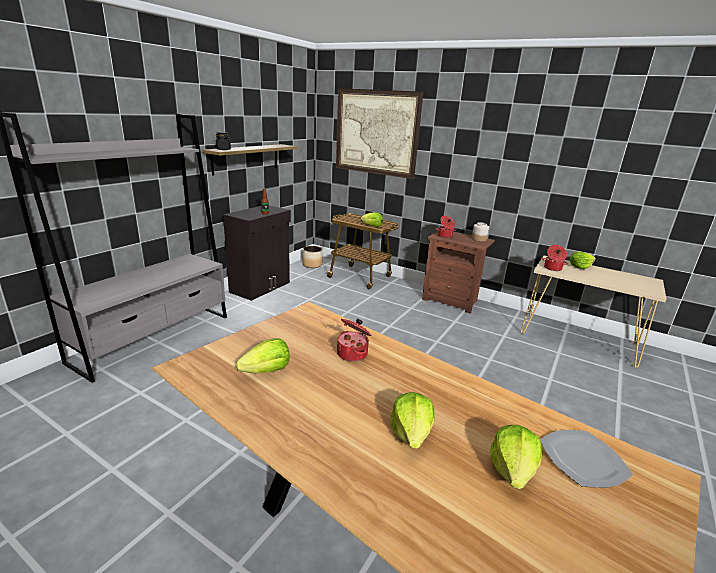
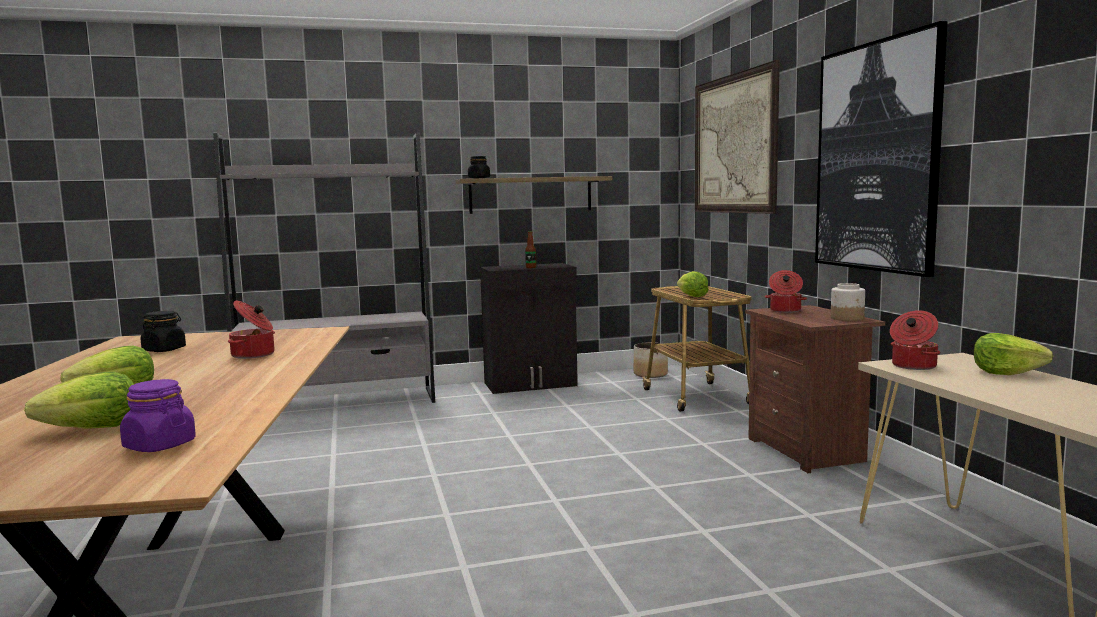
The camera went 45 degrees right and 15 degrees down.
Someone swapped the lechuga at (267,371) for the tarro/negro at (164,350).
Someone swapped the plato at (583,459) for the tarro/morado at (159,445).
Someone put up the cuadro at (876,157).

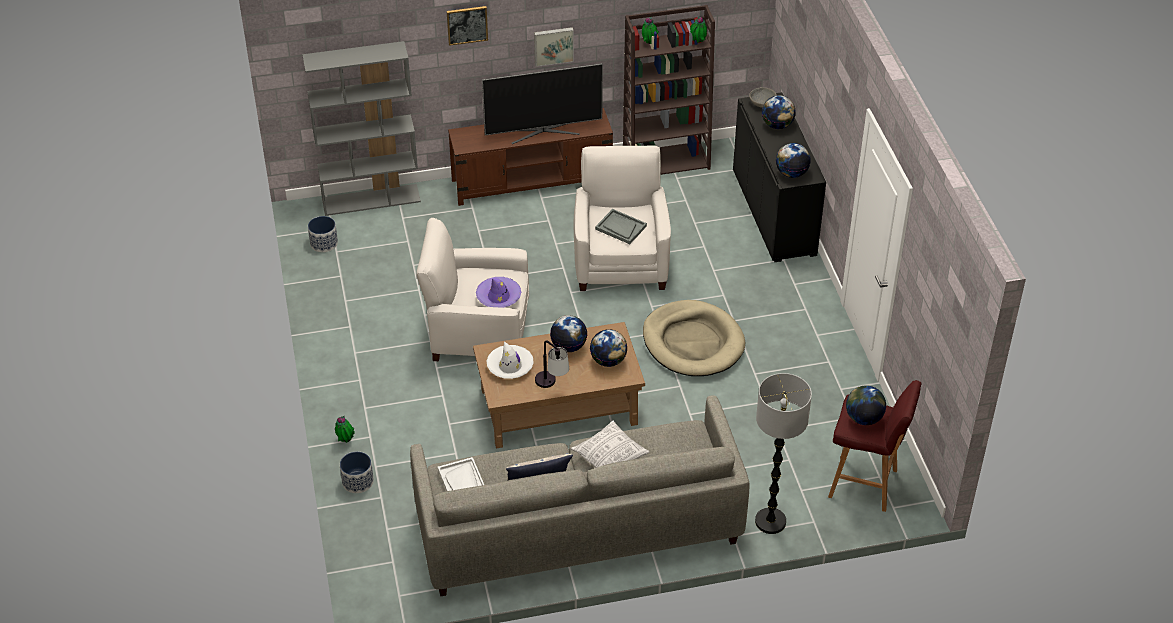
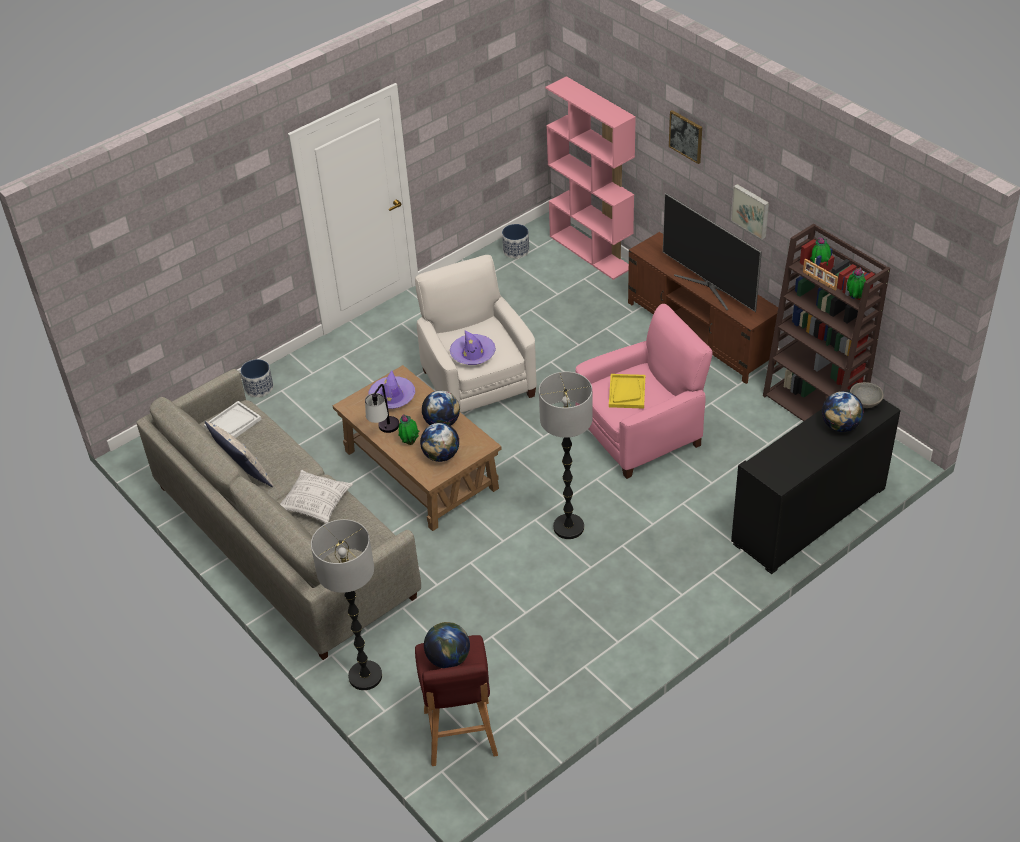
The camera went 65 degrees right and 0 degrees up.
Someone repainted the estantería/gris at (371,199), which became the estantería/rosa at (591,252).
Someone took away the globo terráqueo at (791,173).
Someone repainted the sillón/blanco at (620,261), which became the sillón/rosa at (641,433).
Someone repainted the bandeja/gris at (620,227), which became the bandeja/amarillo at (627,392).
Someone swapped the cama para perro/beis at (693,342) for the lámpara de pie at (568,527).
Someone repainted the sombrero/blanco at (510,366), which became the sombrero/morado at (392,397).
Someone carried the planta en maceta from (345,440) to (409,442).
Someone put down the portarretratos at (818,281).

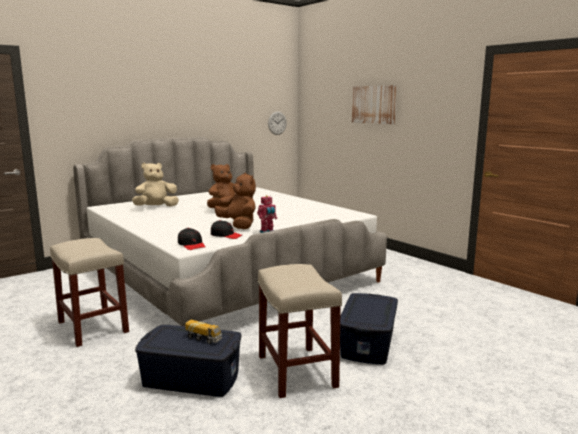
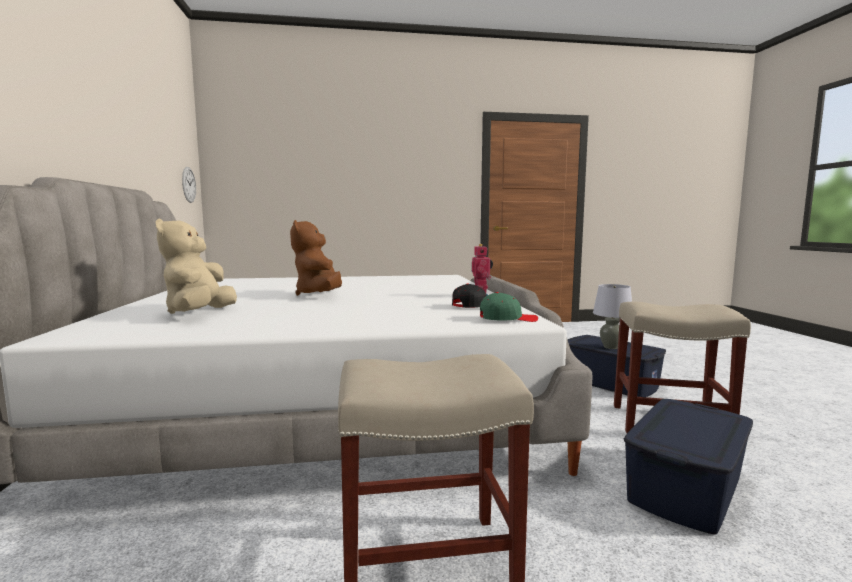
The camera went 60 degrees left and 5 degrees down.
Someone took away the cuadro at (374,104).
Someone took away the peluche/marrón at (238,225).
Someone repainted the gorra/negro at (191,245), which became the gorra/verde at (507,319).
Someone took away the camión de juguete at (204,338).
Someone put down the lámpara de mesa/gris at (610,347).

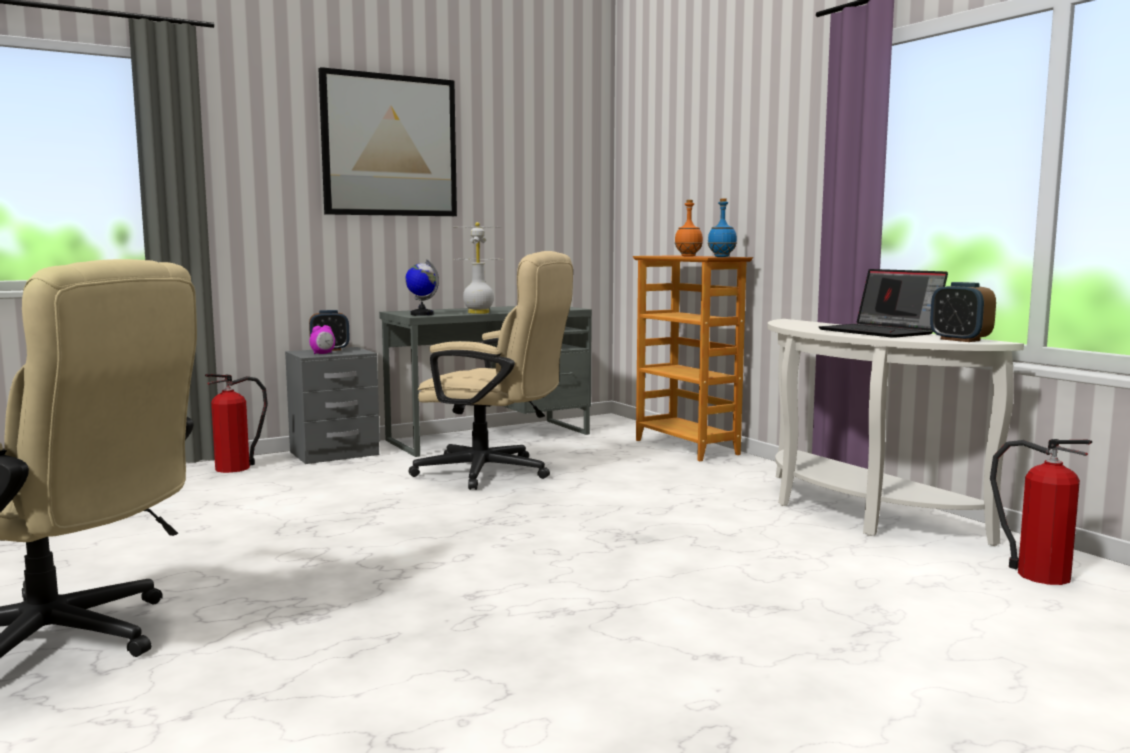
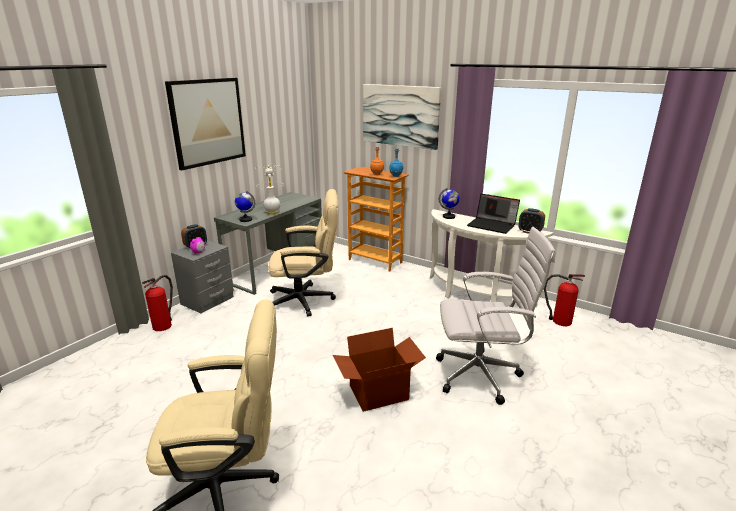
The camera went 25 degrees left and 15 degrees up.
Someone put up the cuadro at (400,115).
Someone put down the globo terráqueo at (449,217).
Someone put down the silla de oficina/blanco at (481,375).
Someone put down the caja de cartón at (379,393).

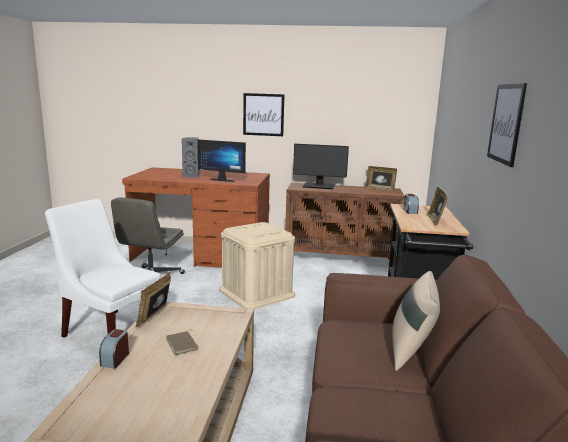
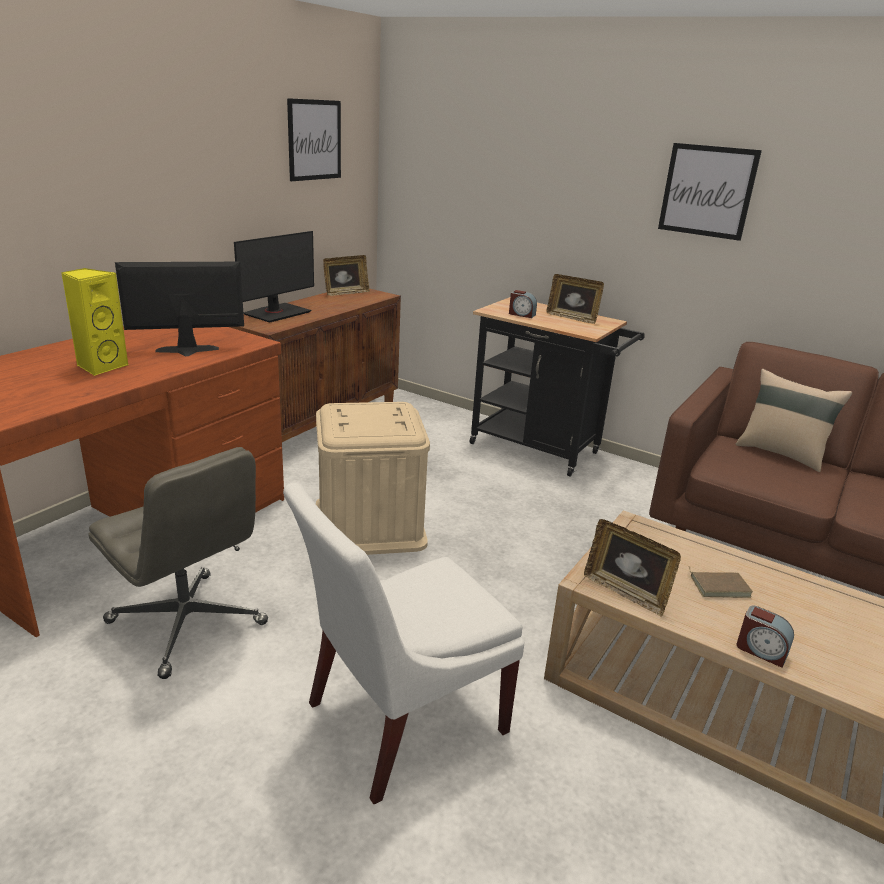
The camera went 65 degrees left and 10 degrees up.
Someone carried the cuadro from (263,114) to (314,140).
Someone repainted the altavoz/gris at (192,176), which became the altavoz/amarillo at (101,366).
Someone rotated the monitor at (223,180) by 150 degrees counterclockwise.

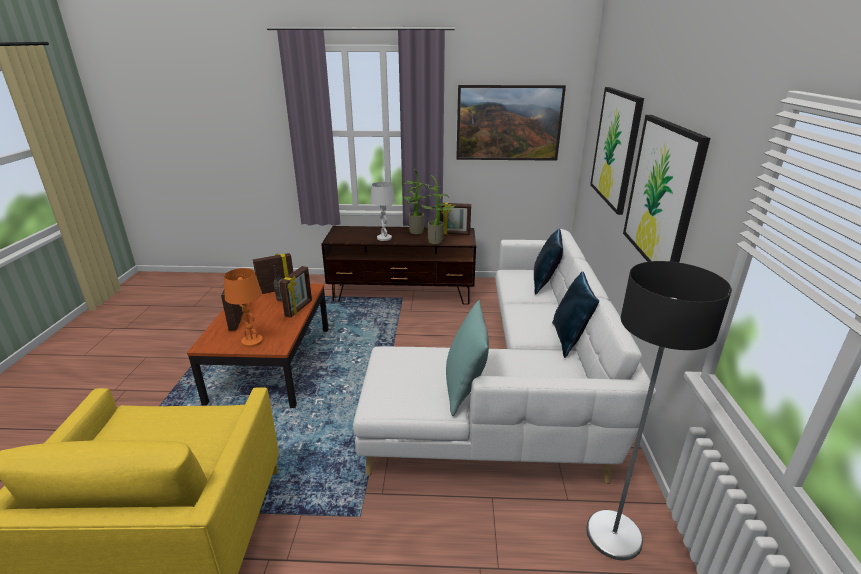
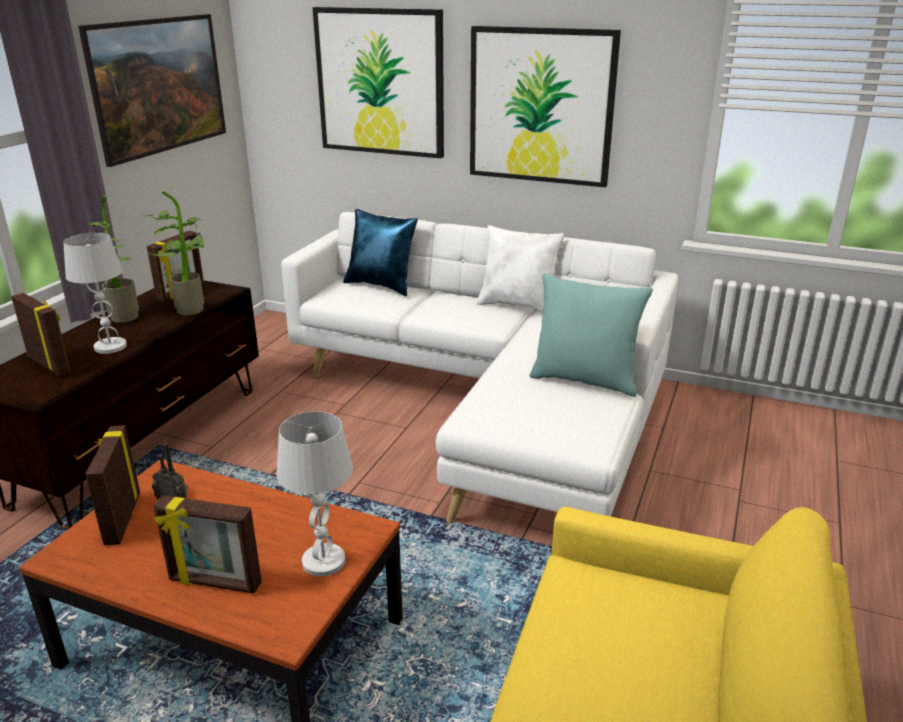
The camera went 70 degrees left and 0 degrees up.
Someone took away the lámpara de pie at (614,535).
Someone carried the portarretratos from (299,308) to (50,364).
Someone repainted the lámpara de mesa/naranja at (252,341), which became the lámpara de mesa/blanco at (323,561).
Someone repainted the cojín/azul at (570,340), which became the cojín/blanco at (519,305).

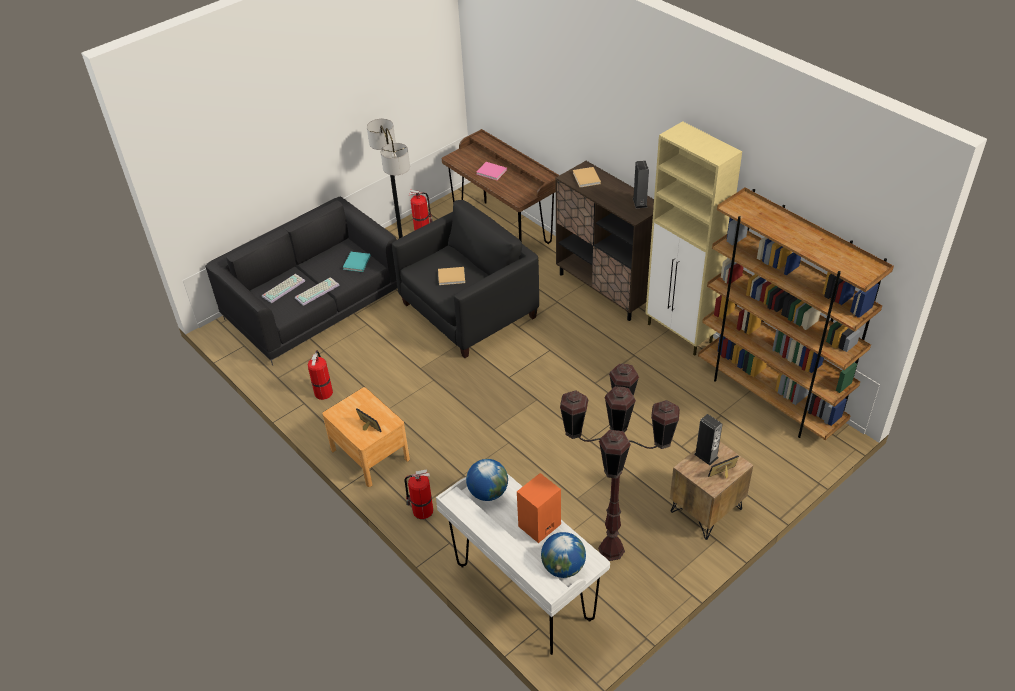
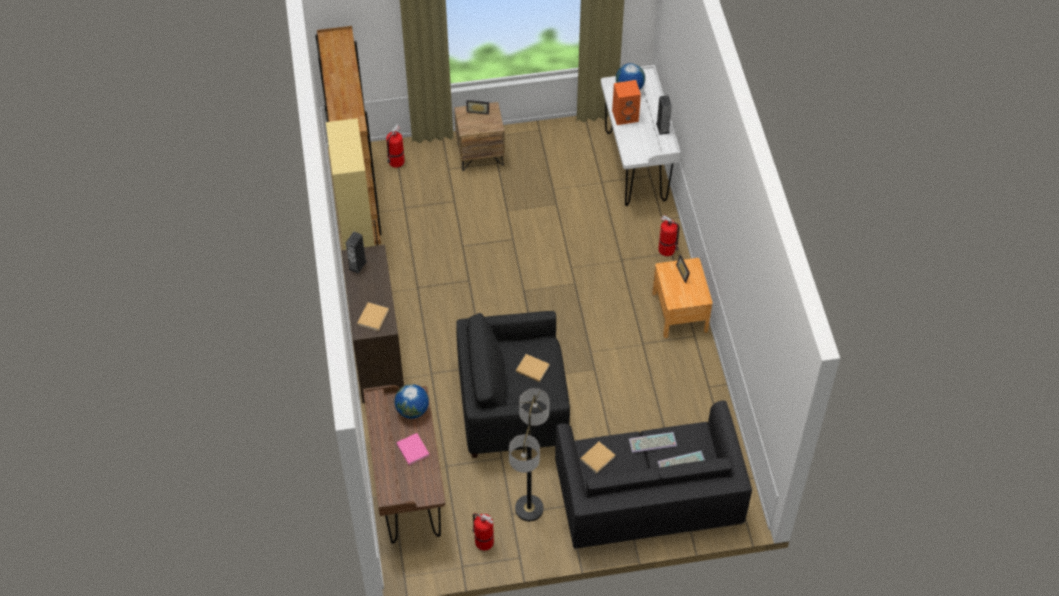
The camera went 150 degrees left and 10 degrees up.
Someone repainted the libro/turquesa at (356,263), which became the libro/beis at (598,457).
Someone carried the extintor from (323,392) to (396,162).
Someone took away the lámpara de pie/marrón at (612,550).
Someone carried the altavoz from (706,456) to (662,128).
Someone carried the globo terráqueo from (488,492) to (412,410).

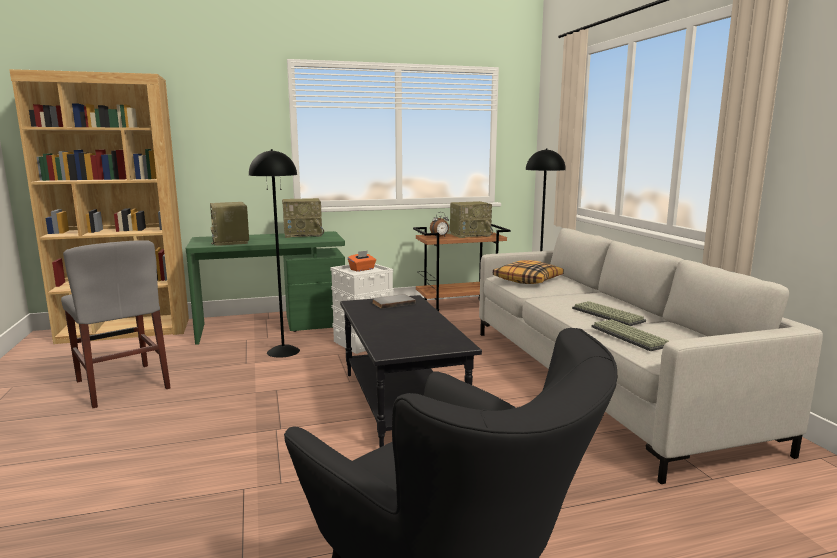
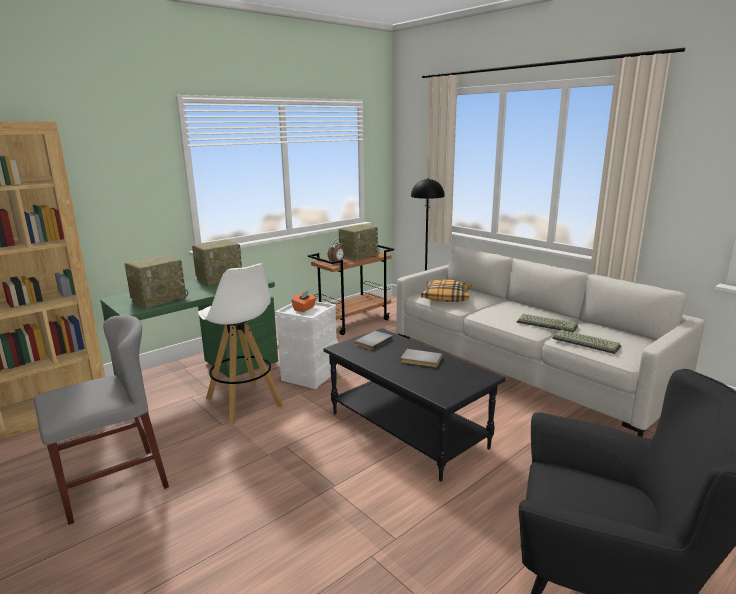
The camera went 25 degrees left and 5 degrees up.
Someone swapped the lámpara de pie/negro at (283,351) for the taburete/blanco at (244,402).
Someone rotated the radio at (231,241) by 90 degrees counterclockwise.
Someone rotated the silla/gris at (122,384) by 60 degrees counterclockwise.
Someone put down the libro/gris at (421,360).

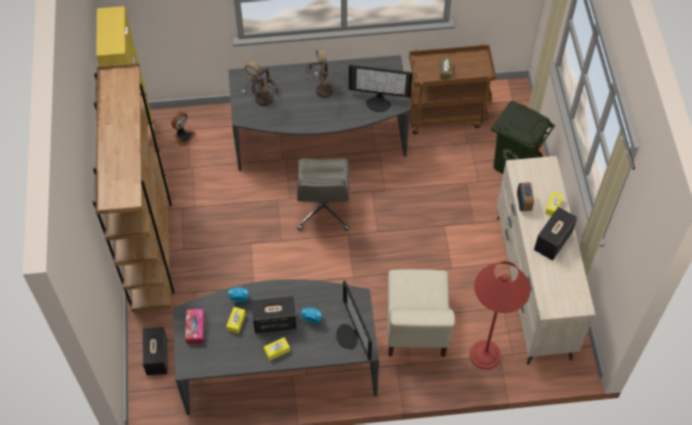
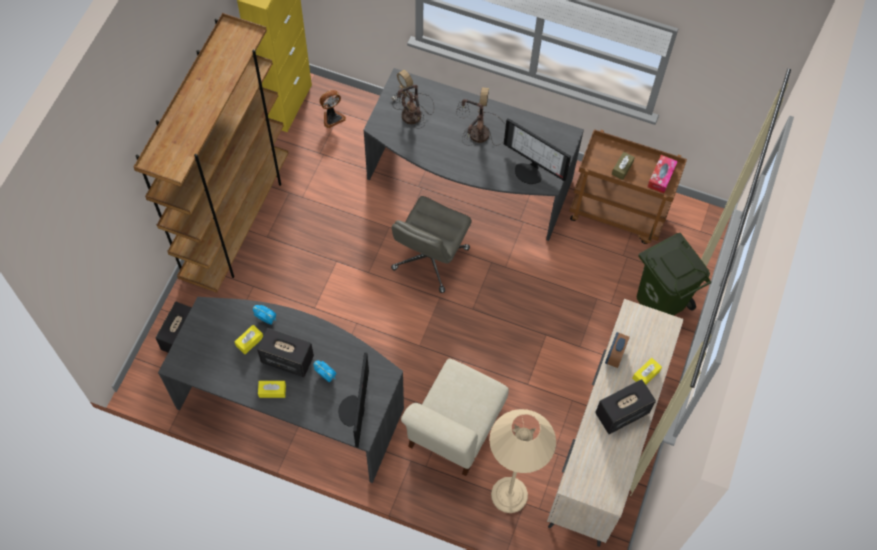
The camera went 25 degrees right and 5 degrees up.
Someone repainted the lámpara de pie/rojo at (485,355), which became the lámpara de pie/beis at (509,495).
Someone carried the caja de pañuelos from (195,328) to (661,177).

